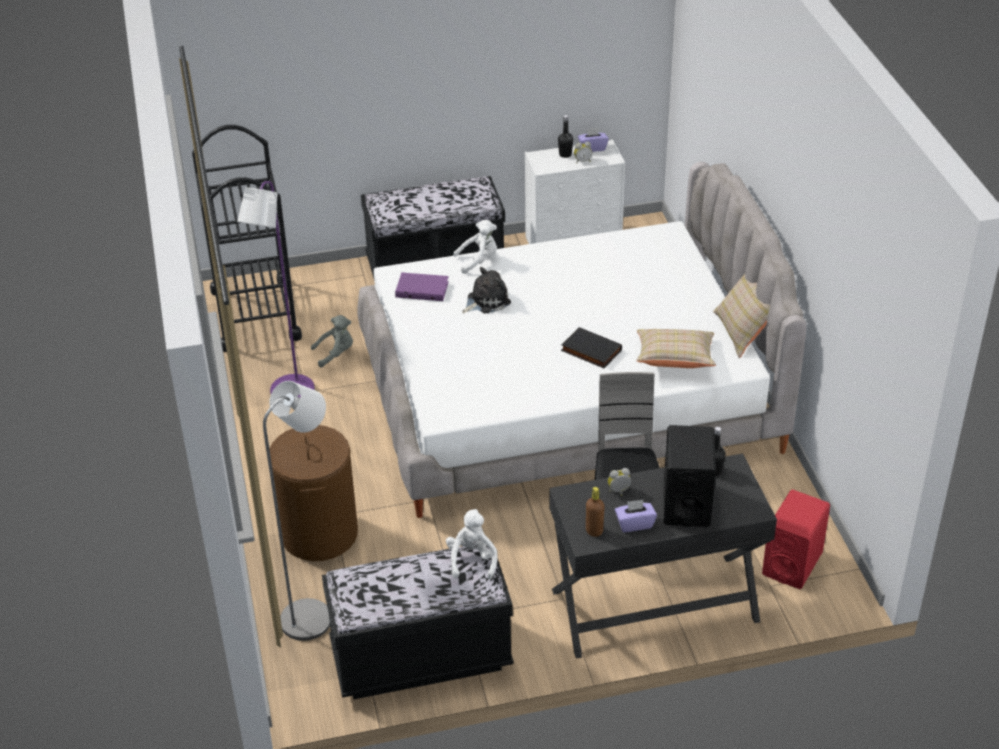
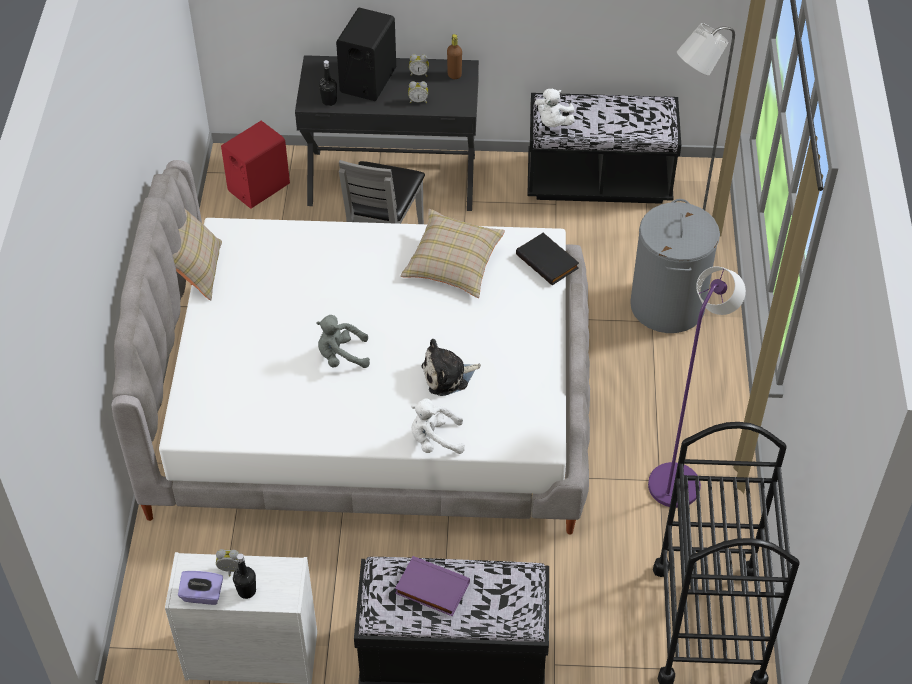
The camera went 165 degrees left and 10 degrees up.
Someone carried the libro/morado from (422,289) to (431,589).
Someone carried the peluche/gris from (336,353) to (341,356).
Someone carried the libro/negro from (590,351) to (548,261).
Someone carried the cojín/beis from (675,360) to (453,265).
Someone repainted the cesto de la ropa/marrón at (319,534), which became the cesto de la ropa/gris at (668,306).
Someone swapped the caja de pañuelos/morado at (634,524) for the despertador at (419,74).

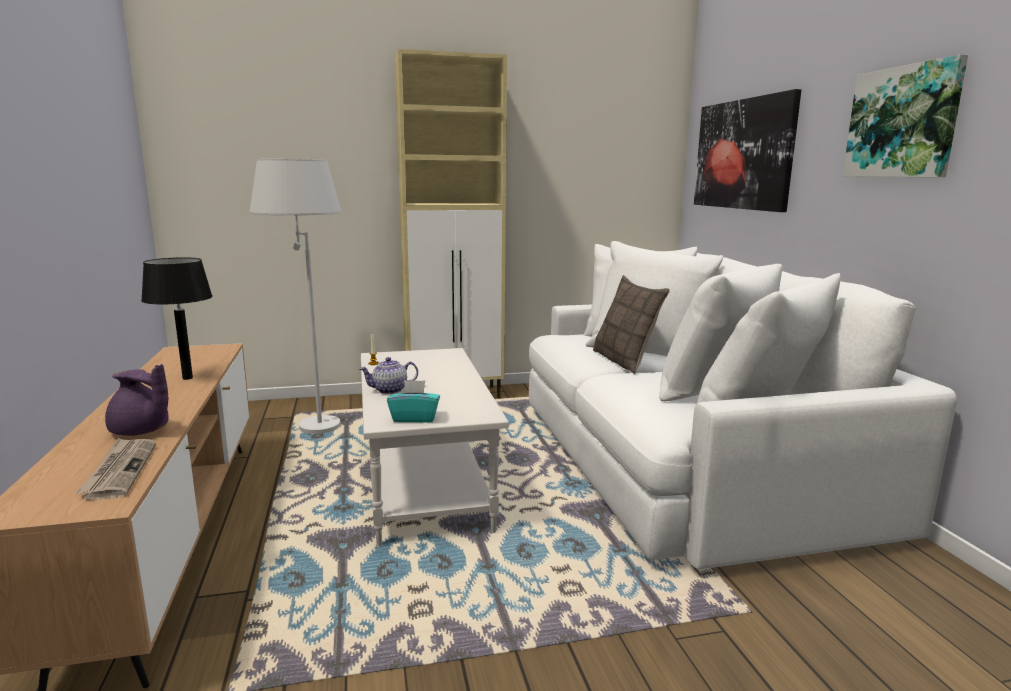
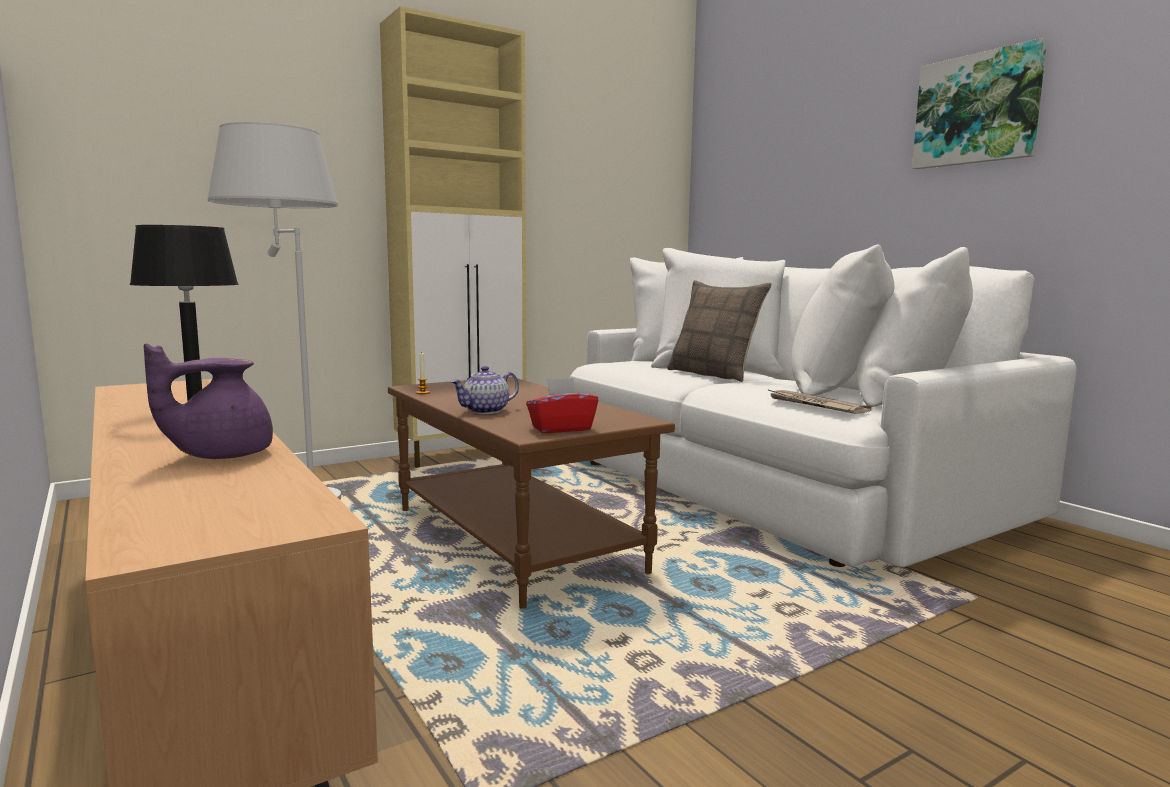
The camera went 20 degrees left and 5 degrees down.
Someone took away the cuadro at (743,154).
Someone repainted the mesa de centro/blanco at (426,483), which became the mesa de centro/marrón at (517,539).
Someone rotated the tetera/morado at (141,431) by 135 degrees clockwise.
Someone repainted the caja de pañuelos/turquesa at (414,418), which became the caja de pañuelos/rojo at (561,428).
Someone carried the periódico from (120,470) to (815,405).

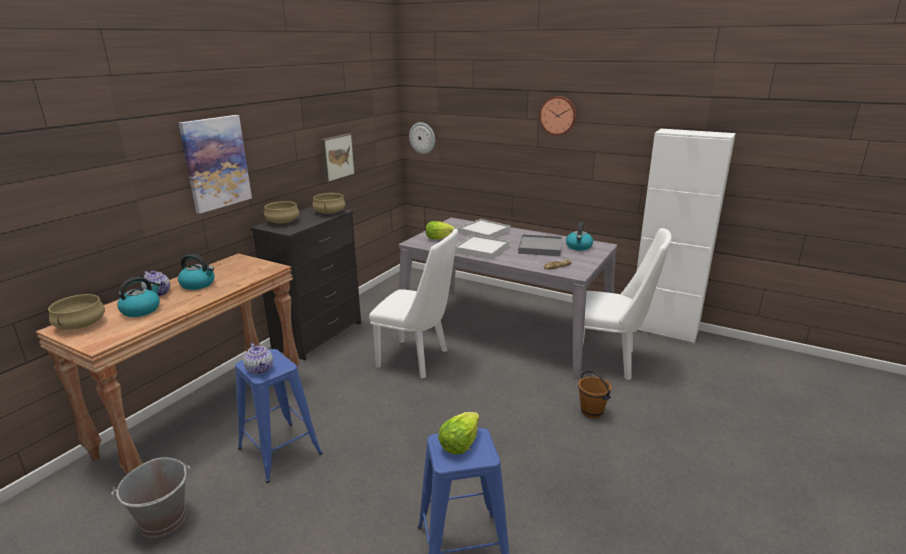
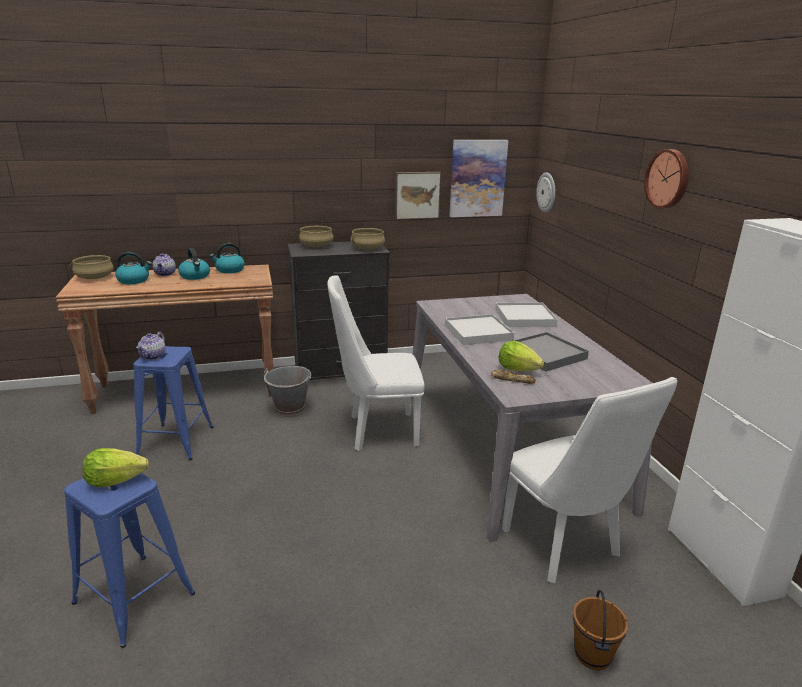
The camera went 45 degrees right and 0 degrees up.
Someone carried the cuadro from (216,163) to (477,178).
Someone carried the lechuga from (438,238) to (518,369).
Someone carried the hervidor from (579,247) to (229,270).
Someone rotated the silla/blanco at (418,359) by 105 degrees clockwise.
Someone carried the cubo/marrón from (591,412) to (591,655).
Someone carried the cubo/gris from (164,520) to (290,409).

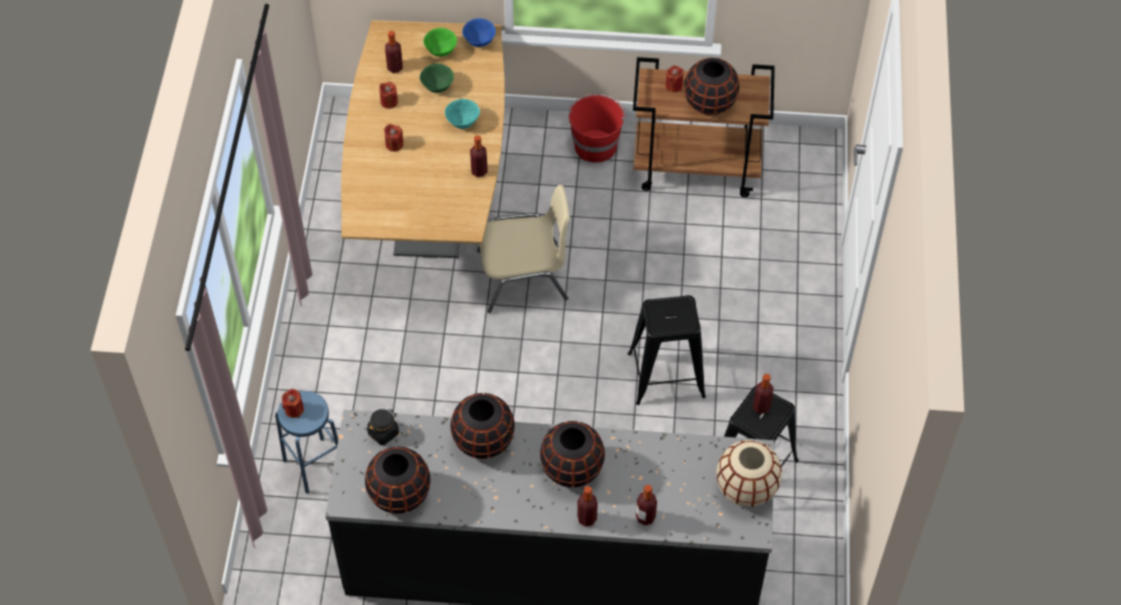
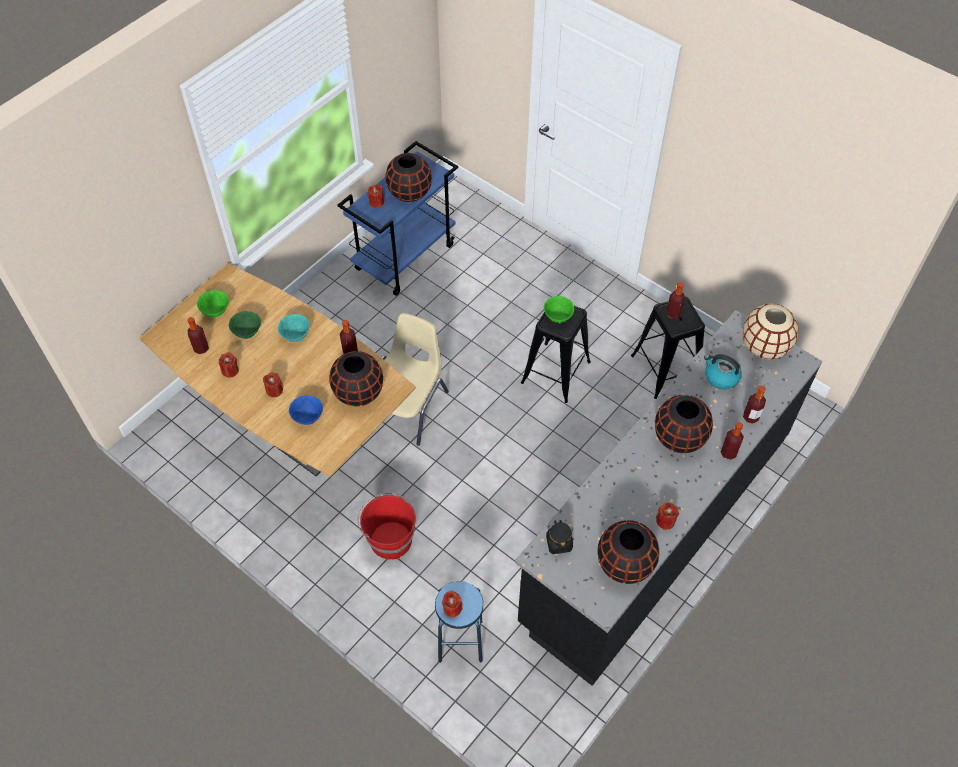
The camera went 55 degrees left and 0 degrees up.
Someone carried the cuenco/azul from (479,42) to (308,418).
Someone repainted the carrito/marrón at (697,167), which became the carrito/azul at (405,256).
Someone carried the cubo/rojo from (595,145) to (390,539).
Someone carried the florero/negro from (483,441) to (358,392).
Someone put down the cuenco/verde at (558,317).
Someone put down the hervidor at (720,377).
Someone put down the vela/rojo at (665,521).

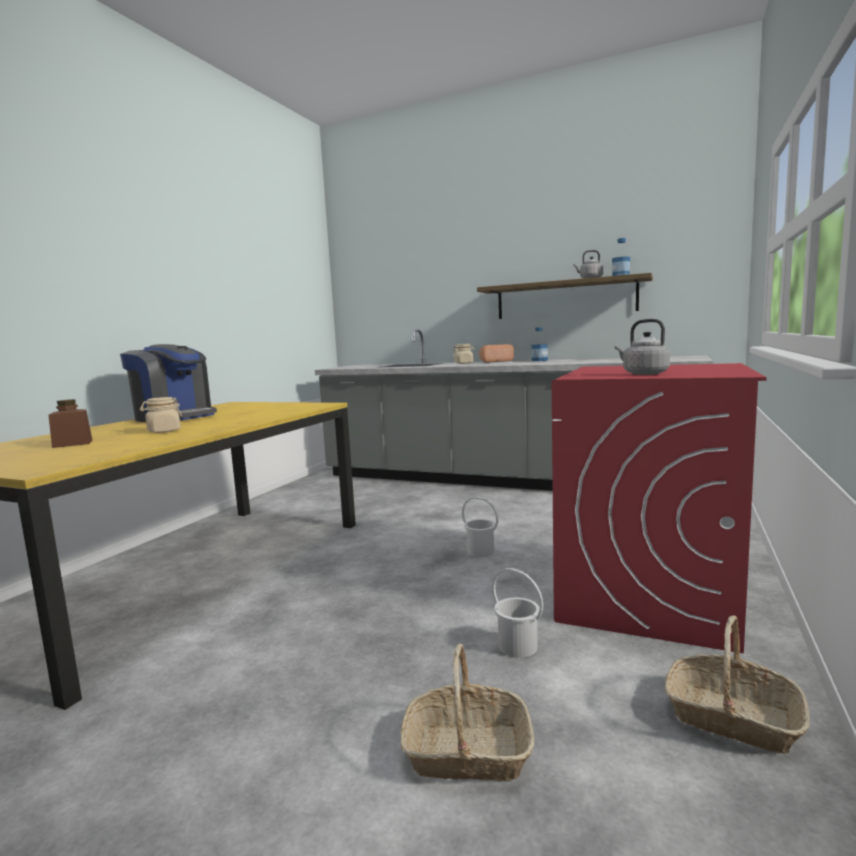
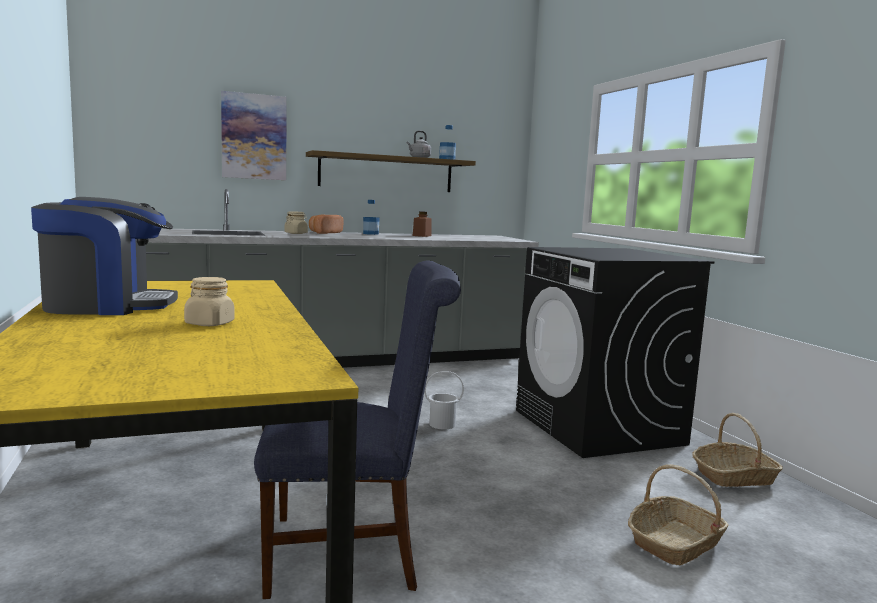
The camera went 45 degrees left and 0 degrees up.
Someone took away the hervidor/gris at (643,373).
Someone repainted the lavadora/rojo at (647,596), which became the lavadora/negro at (598,427).
Someone carried the tarro/marrón from (72,444) to (422,236).
Someone took away the cubo/blanco at (517,647).
Someone put up the cuadro at (254,137).
Someone put down the silla/azul at (355,551).

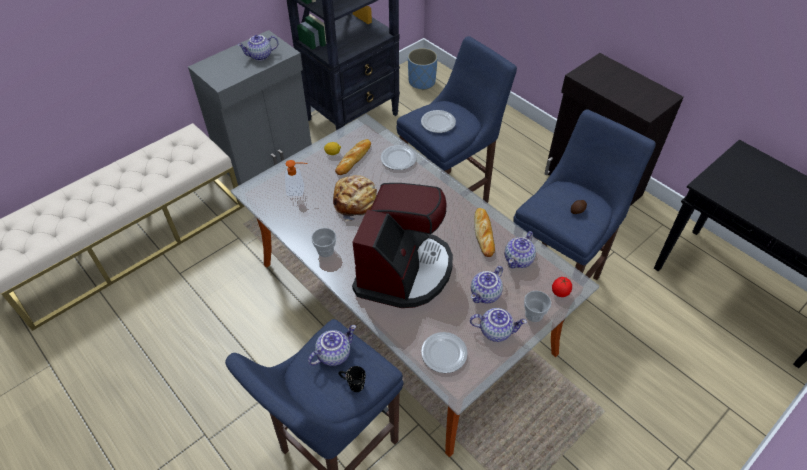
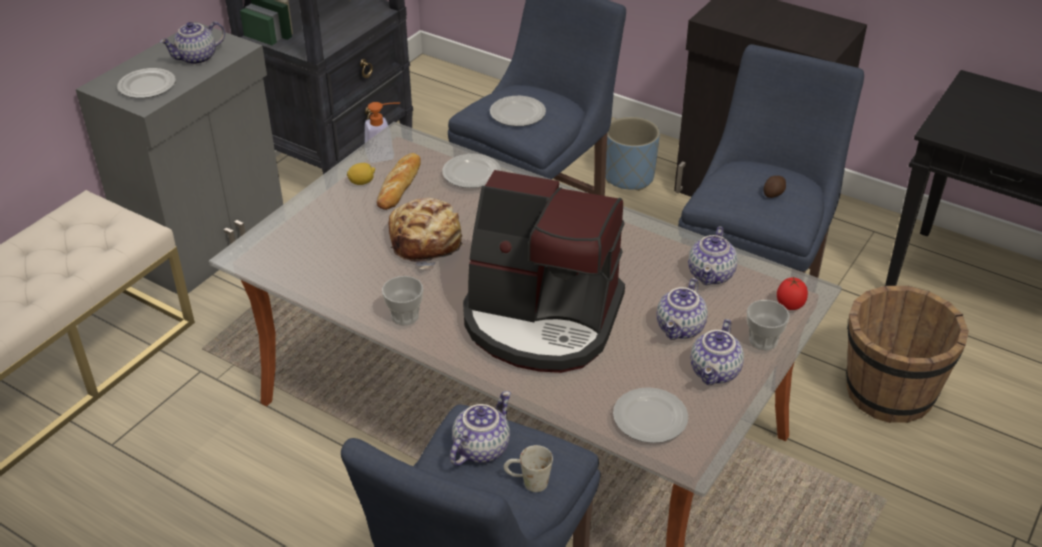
The camera went 15 degrees left and 10 degrees down.
Someone carried the maceta/azul from (422,82) to (629,177).
Someone carried the dispensador de jabón from (299,190) to (385,154).
Someone rotated the cafetera at (404,270) by 105 degrees clockwise.
Someone took away the pan at (484,234).
Someone rotated the tetera at (496,330) by 120 degrees clockwise.
Someone repainted the taza grande/negro at (352,384), which became the taza grande/blanco at (527,482).
Someone put down the plato at (148,86).
Someone put down the cubo/marrón at (888,393).

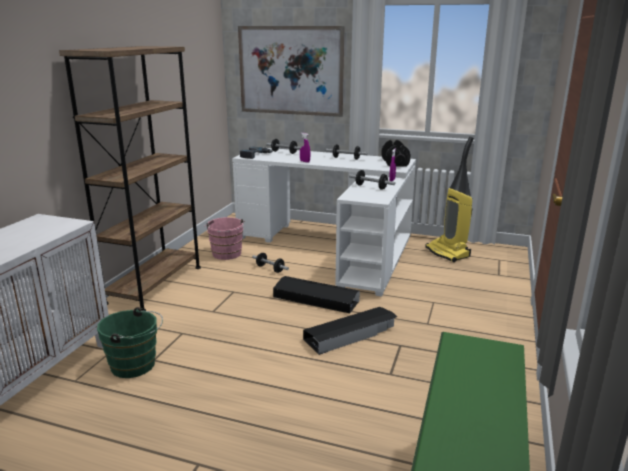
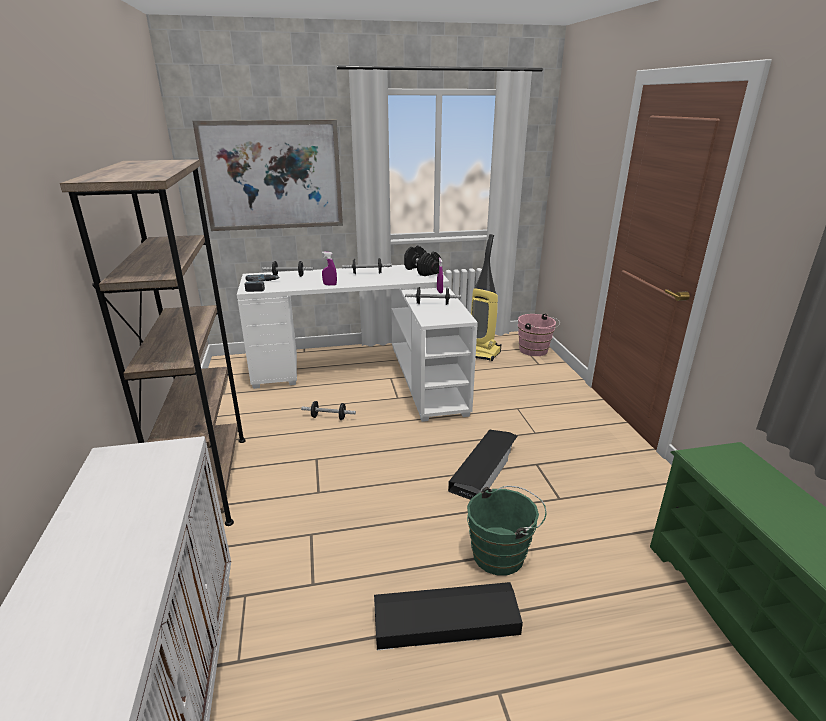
The camera went 30 degrees left and 5 degrees up.
Someone carried the cubo/rosa from (227,255) to (535,351).
Someone carried the caja de almacenaje/negro from (315,299) to (445,621).
Someone carried the cubo/verde from (136,366) to (502,554).

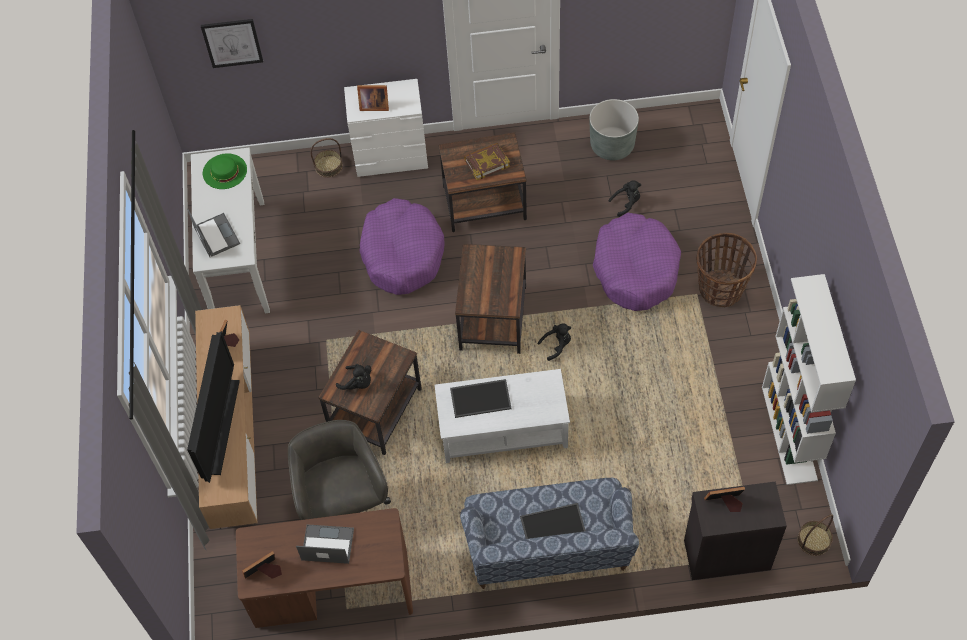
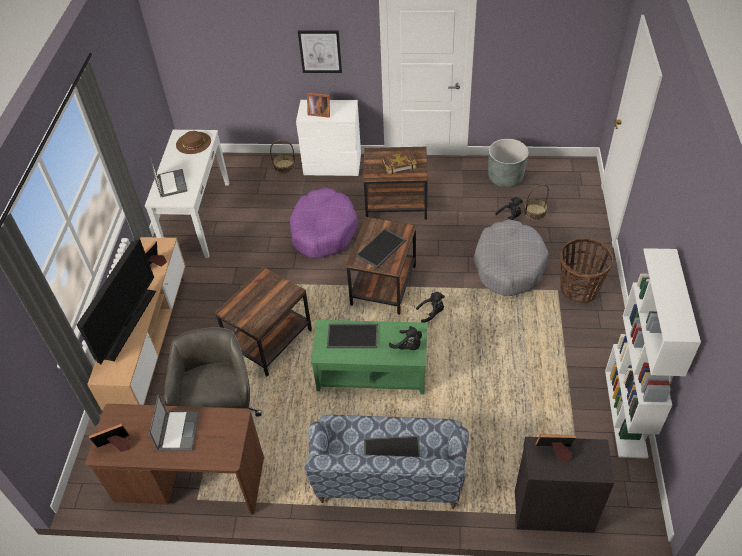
The camera went 10 degrees right and 10 degrees down.
Someone carried the cuadro from (232,43) to (320,51).
Someone repainted the sombrero/verde at (224,171), which became the sombrero/marrón at (193,143).
Someone repainted the cama para perro/morado at (635,269), which became the cama para perro/gris at (508,265).
Someone carried the peluche/negro from (358,383) to (408,346).
Someone repainted the mesa de centro/blanco at (502,430), which became the mesa de centro/verde at (371,372).
Someone carried the cesta from (814,540) to (535,212).
Someone rotated the portátil at (327,544) by 75 degrees clockwise.
Someone put down the bandeja at (381,249).

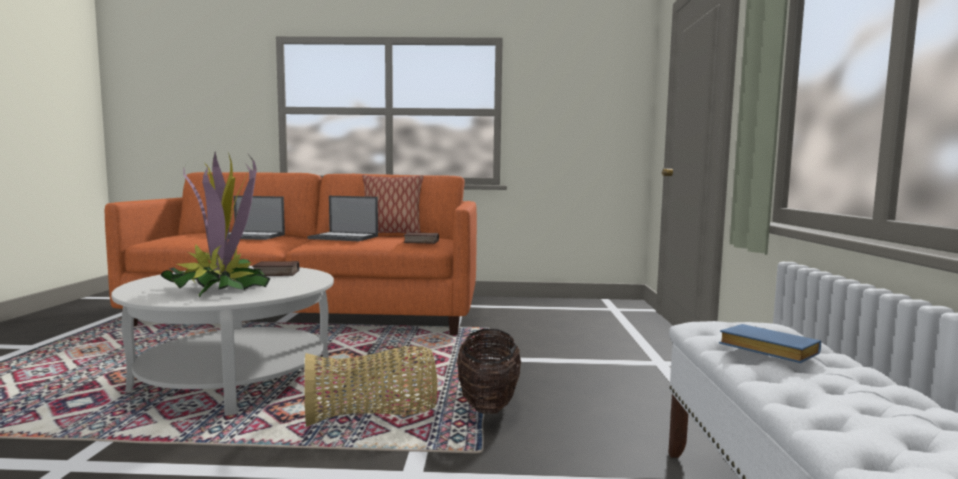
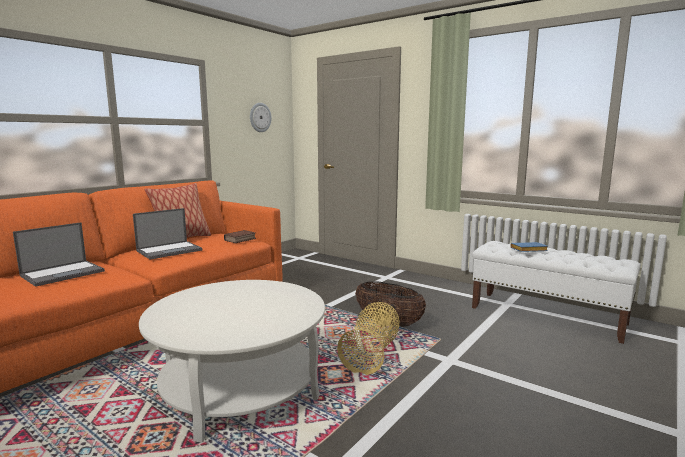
The camera went 55 degrees left and 5 degrees up.
Someone took away the planta en maceta at (221,288).
Someone took away the libro at (275,273).
Someone put up the reloj de pared at (260,117).

